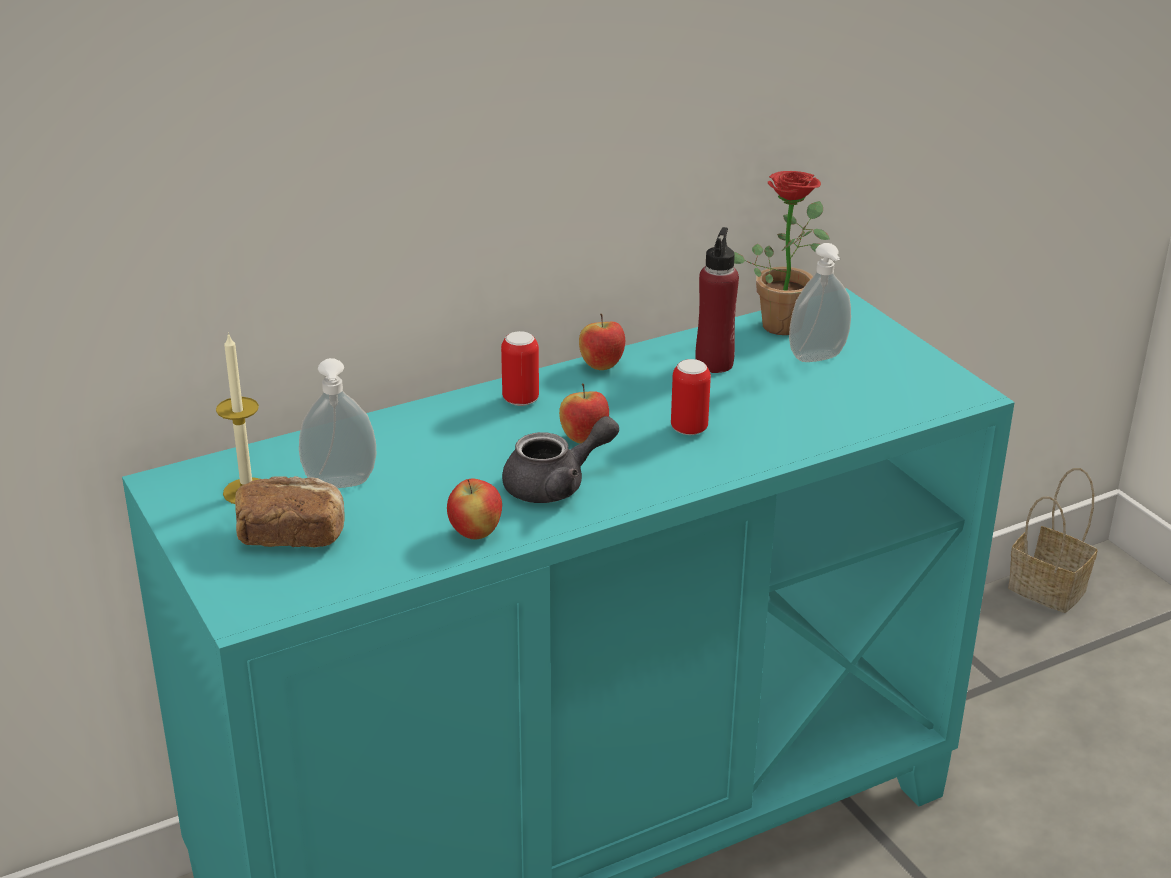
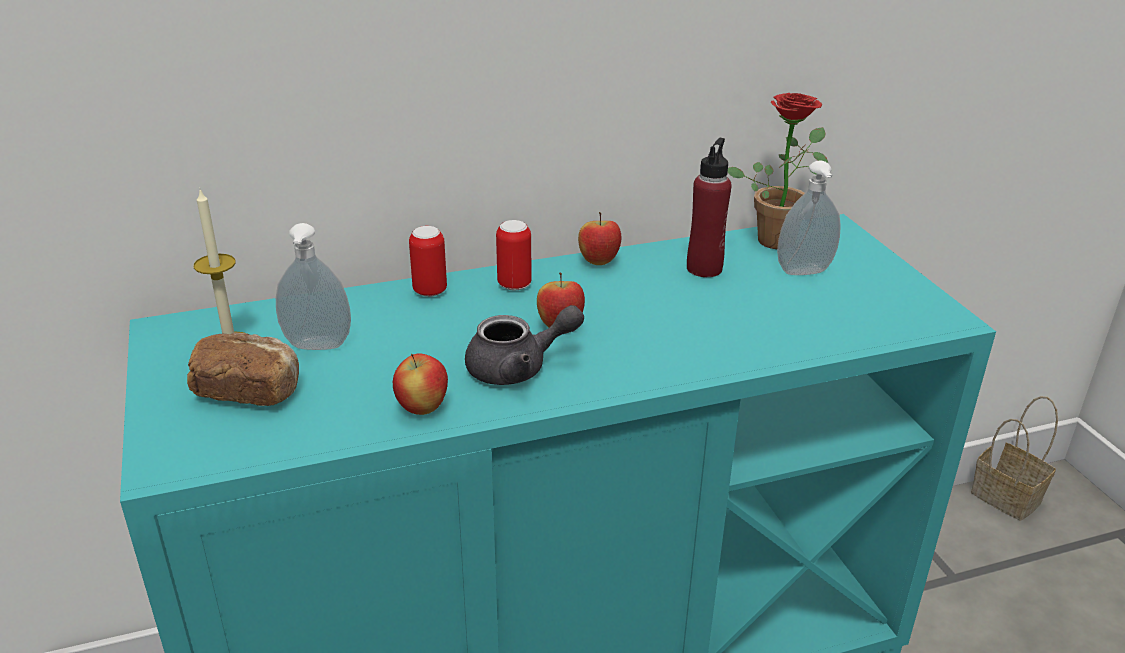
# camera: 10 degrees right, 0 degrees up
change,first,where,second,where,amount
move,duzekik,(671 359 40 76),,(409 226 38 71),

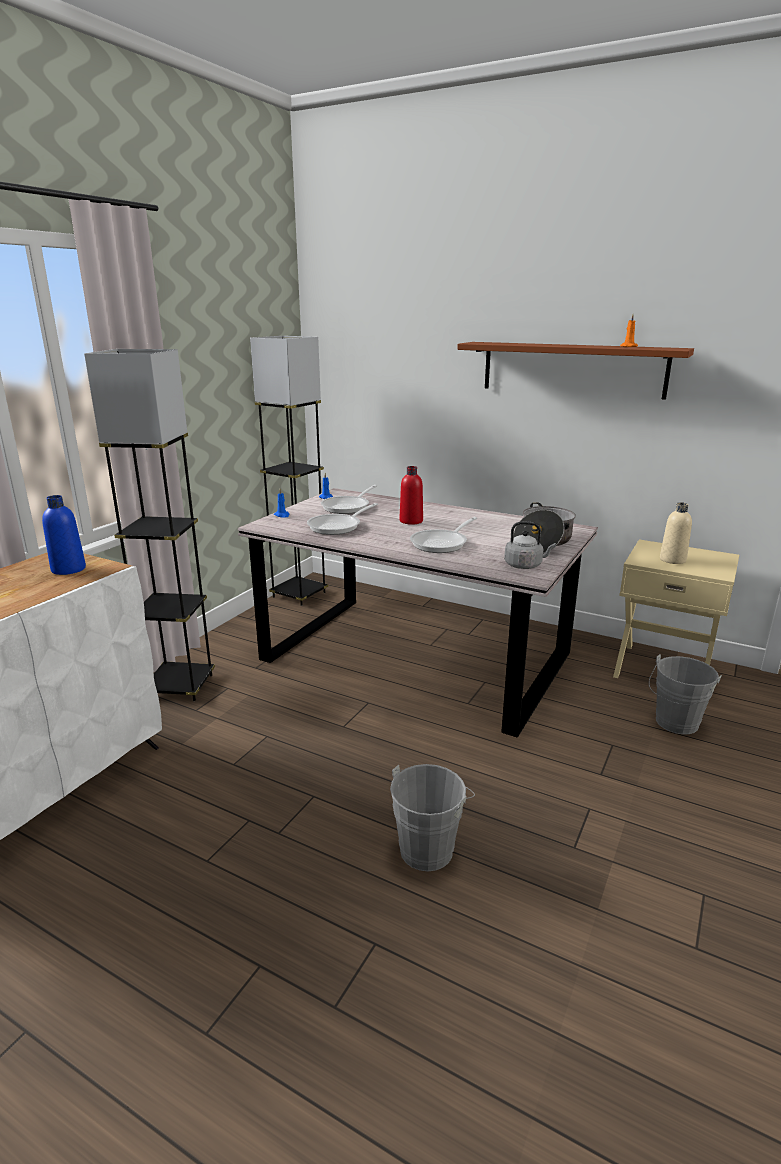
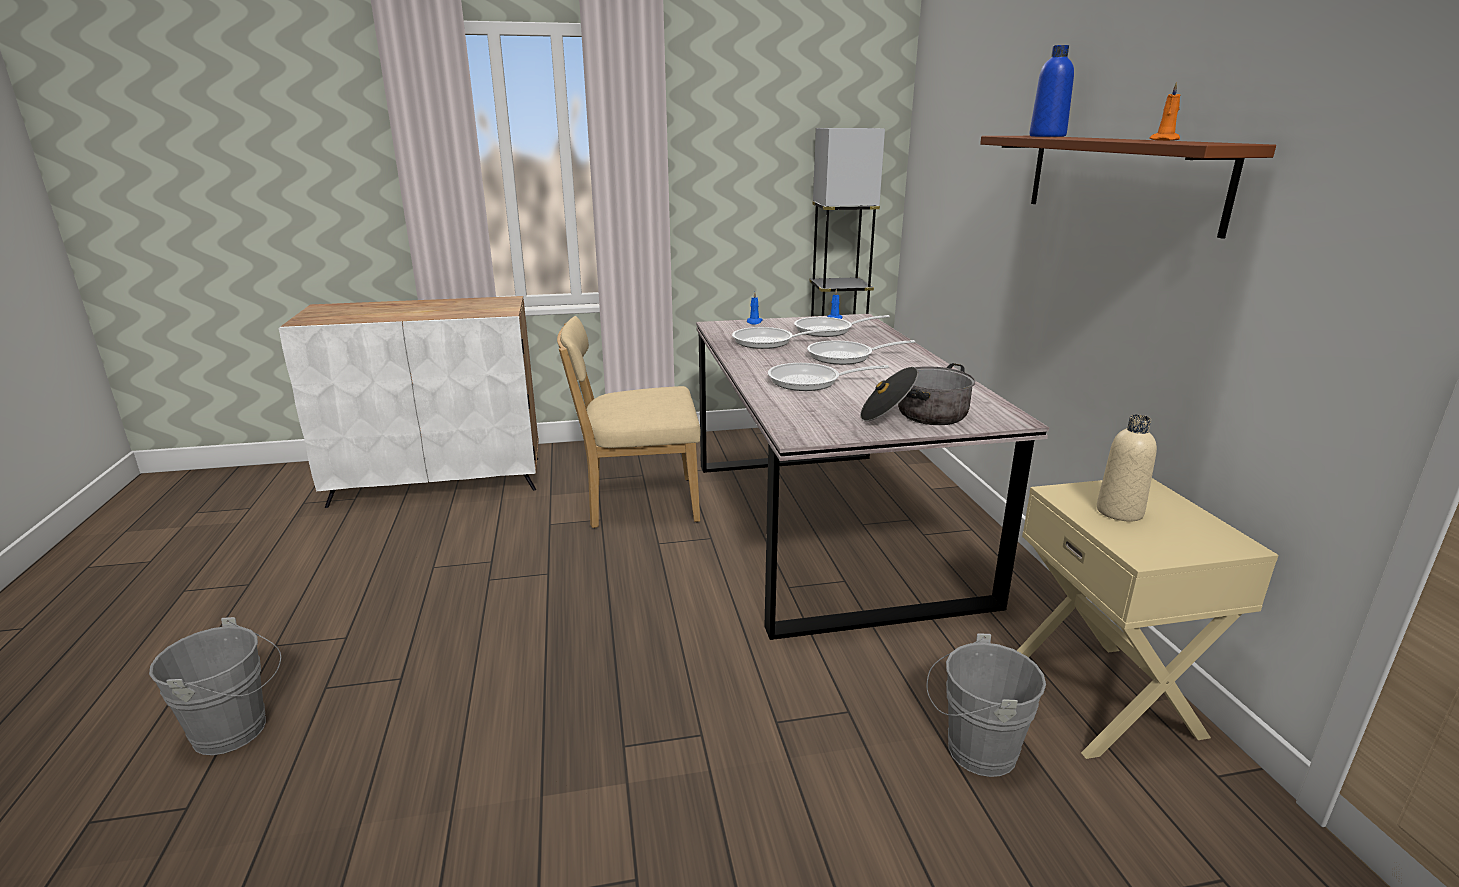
# camera: 50 degrees right, 0 degrees up
change,first,where,second,where,amount
move,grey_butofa,(390 764 85 107),,(149 617 132 138),
insert,,,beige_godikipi,(557 316 144 212),
replace,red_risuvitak,(400 466 23 59),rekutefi,(807 340 108 25),
move,blue_risuvitak,(42 495 44 80),,(1029 45 45 92),
delete,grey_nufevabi,(84 349 131 352),,,
delete,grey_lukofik,(504 521 52 48),,,

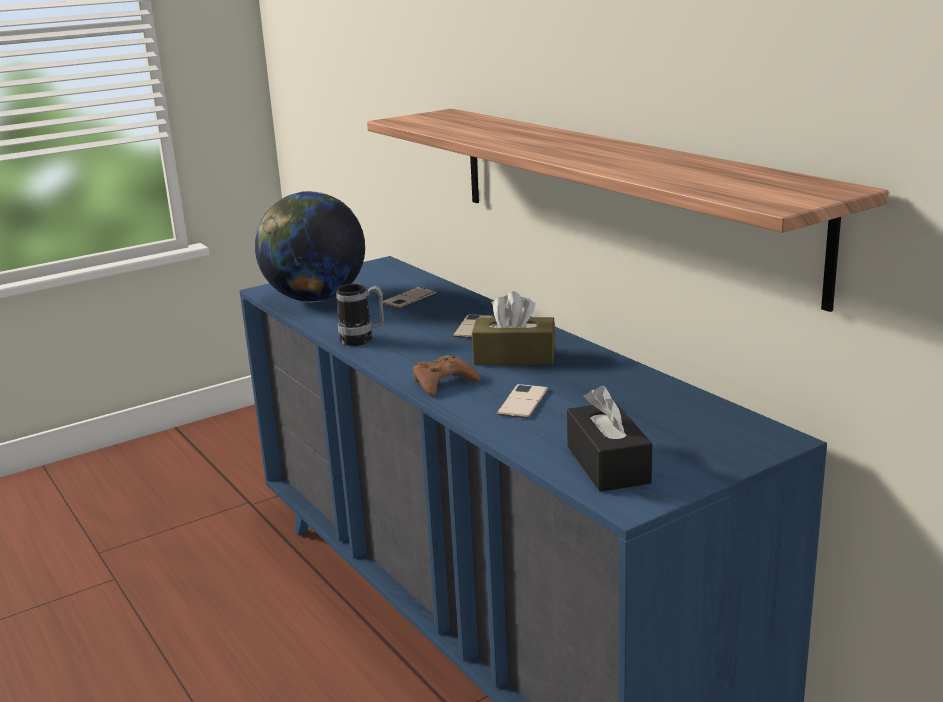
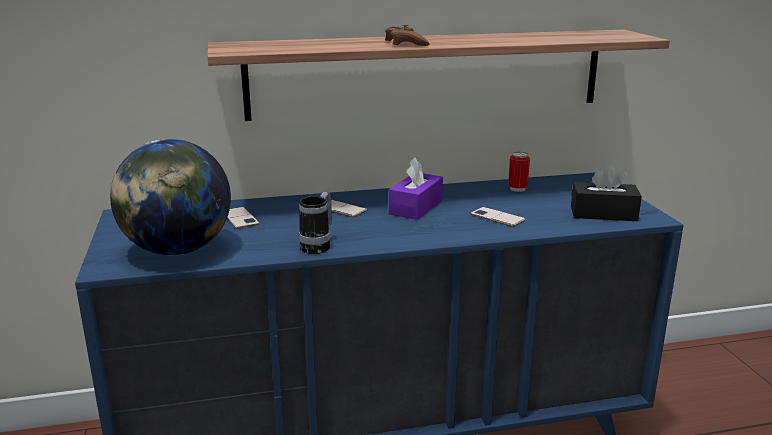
# camera: 70 degrees left, 0 degrees up
change,first,where,second,where,amount
move,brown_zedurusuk,(413 355 68 42),,(385 25 44 21),
recolor,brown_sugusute,(472 291 84 74),purple_sugusute,(389 158 54 62),
insert,,,duzekik,(508 152 22 40),

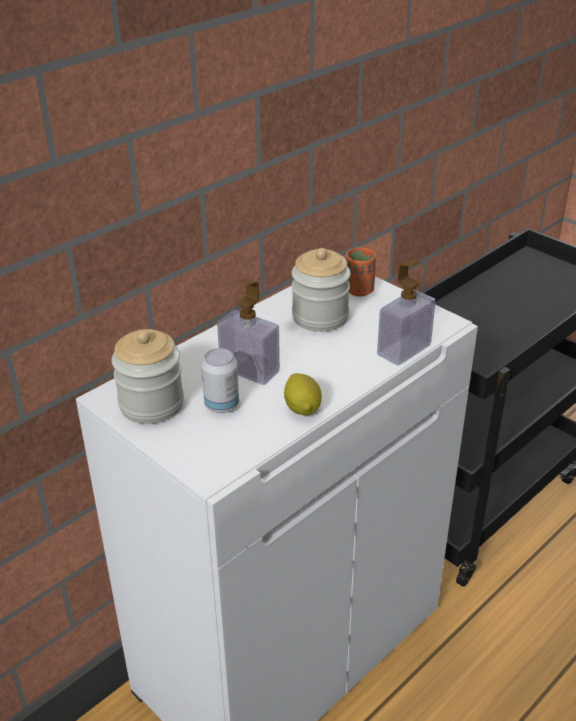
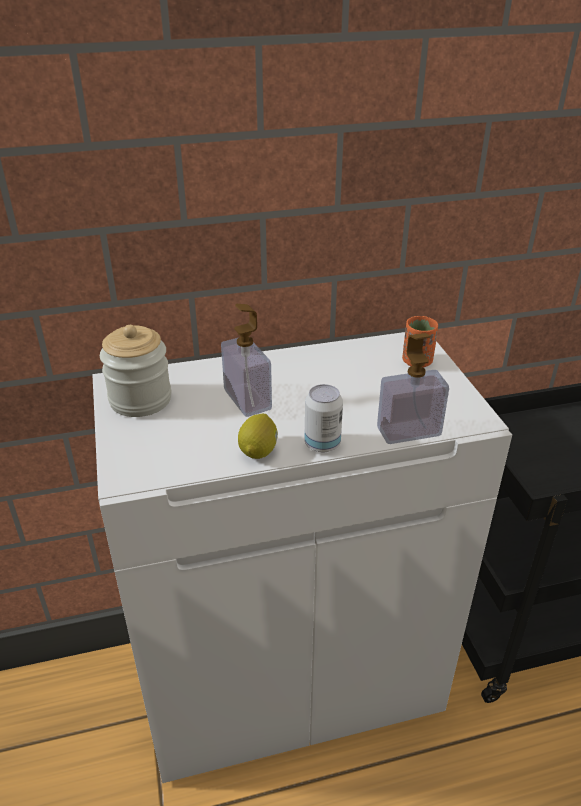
# camera: 30 degrees right, 0 degrees up
change,first,where,second,where,amount
move,duzekik,(201 348 38 65),,(305 384 38 68),
delete,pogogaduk,(292 248 59 84),,,

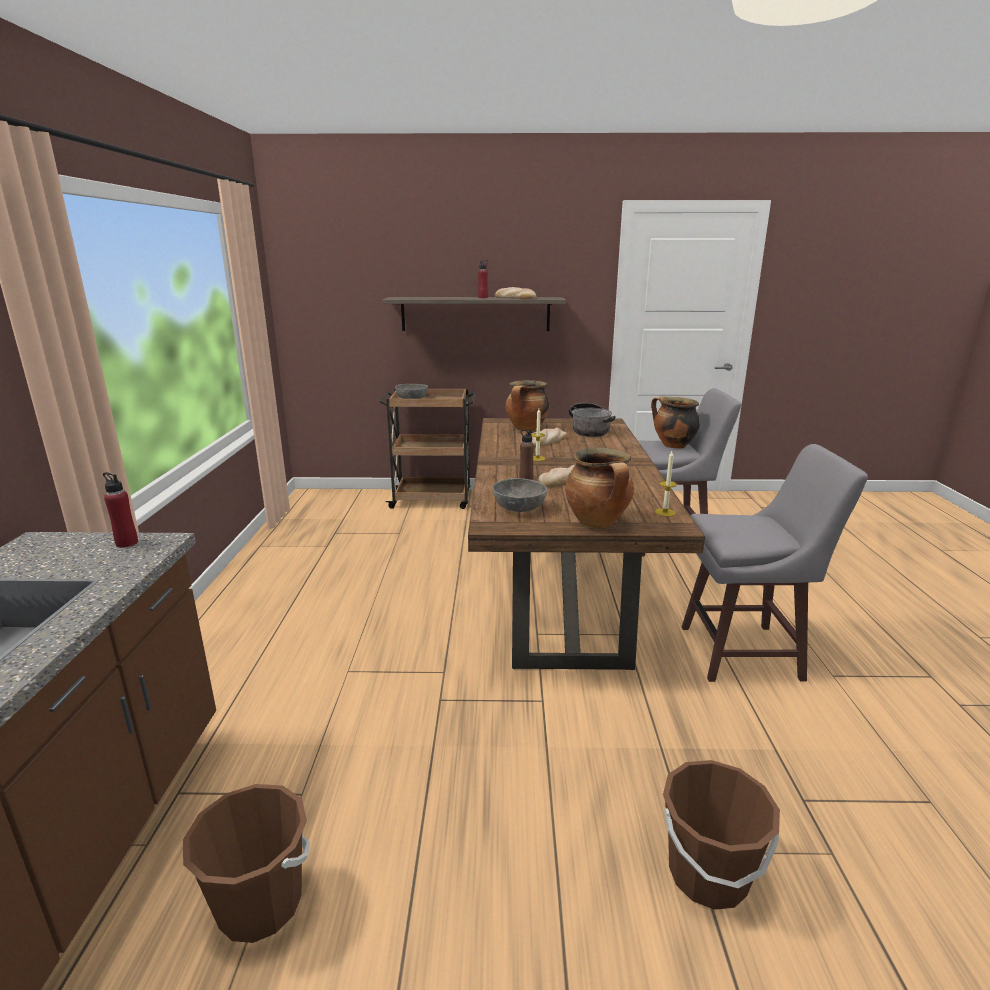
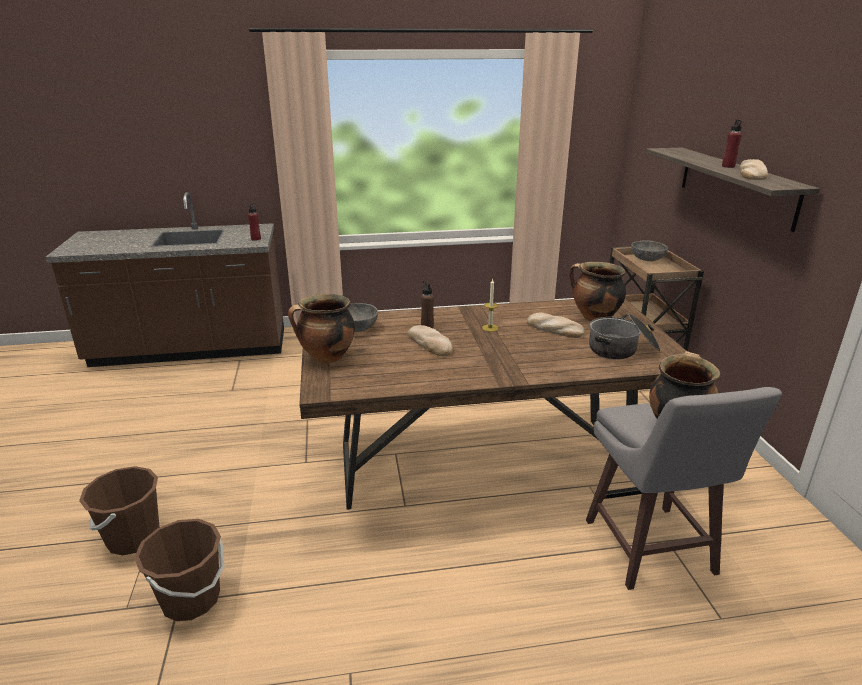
# camera: 80 degrees right, 5 degrees up
change,first,where,second,where,amount
move,brown_butofa,(183 784 127 159),,(134 519 90 102),
delete,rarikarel,(655 451 22 66),,,
delete,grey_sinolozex,(682 444 186 238),,,

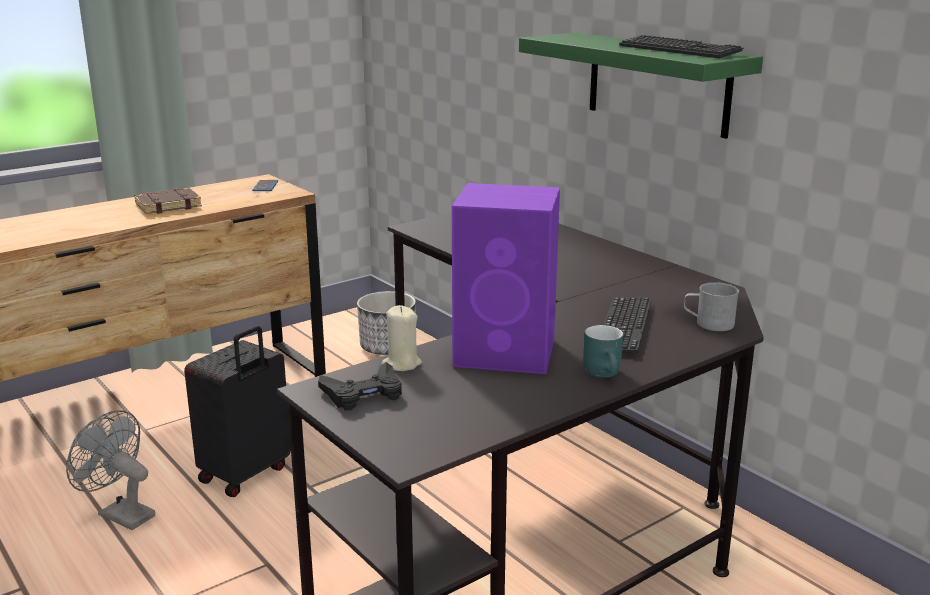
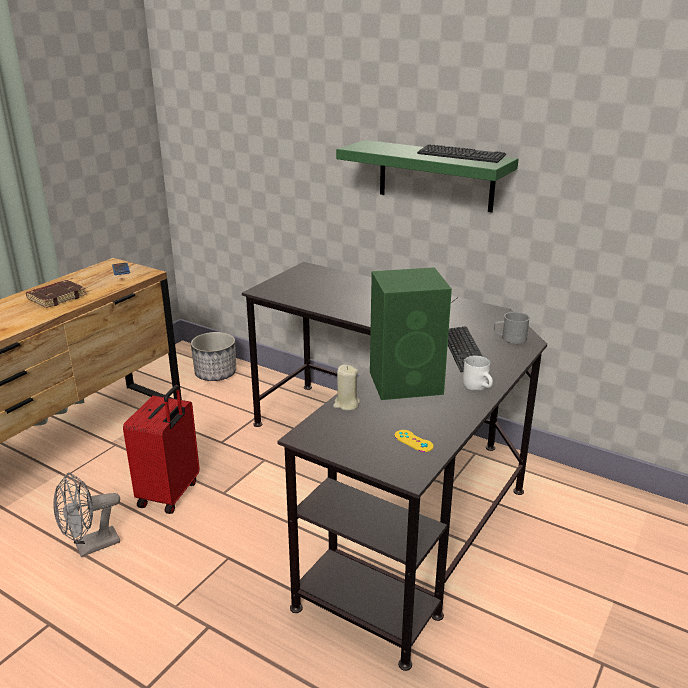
# camera: 20 degrees left, 5 degrees up
change,first,where,second,where,amount
rotate,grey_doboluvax,(66 410 89 120),,(53 472 67 85),45 degrees counterclockwise
recolor,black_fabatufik,(184 326 107 171),red_fabatufik,(123 385 77 129),
recolor,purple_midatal,(452 183 108 191),green_midatal,(370 267 82 133),
insert,,,yellow_zedurusuk,(394 430 39 22),
recolor,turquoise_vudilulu,(583 325 40 53),white_vudilulu,(463 356 30 35),
delete,black_zedurusuk,(318 362 84 48),,,

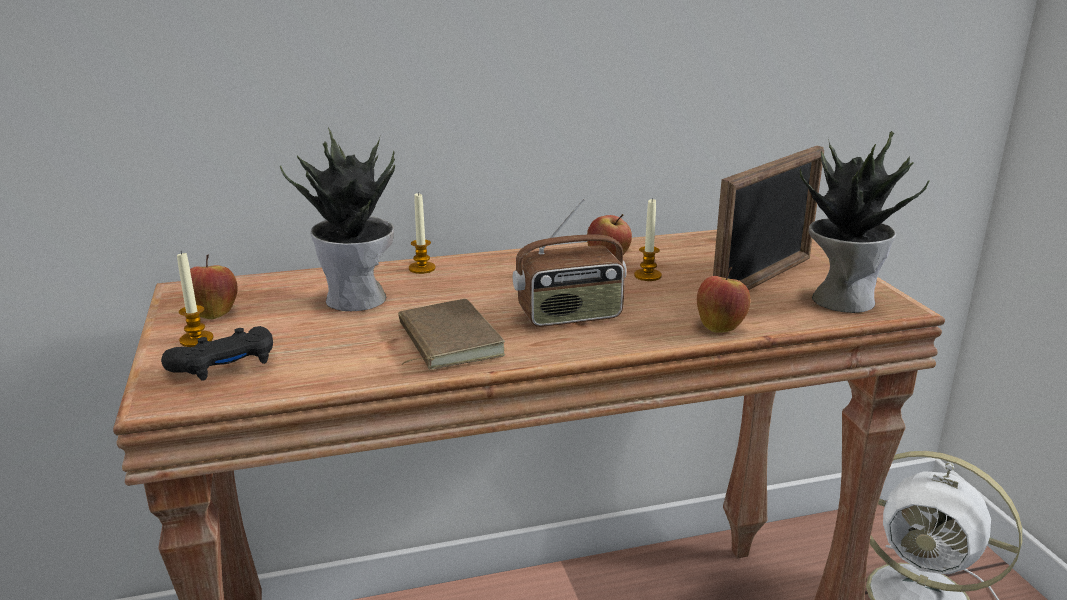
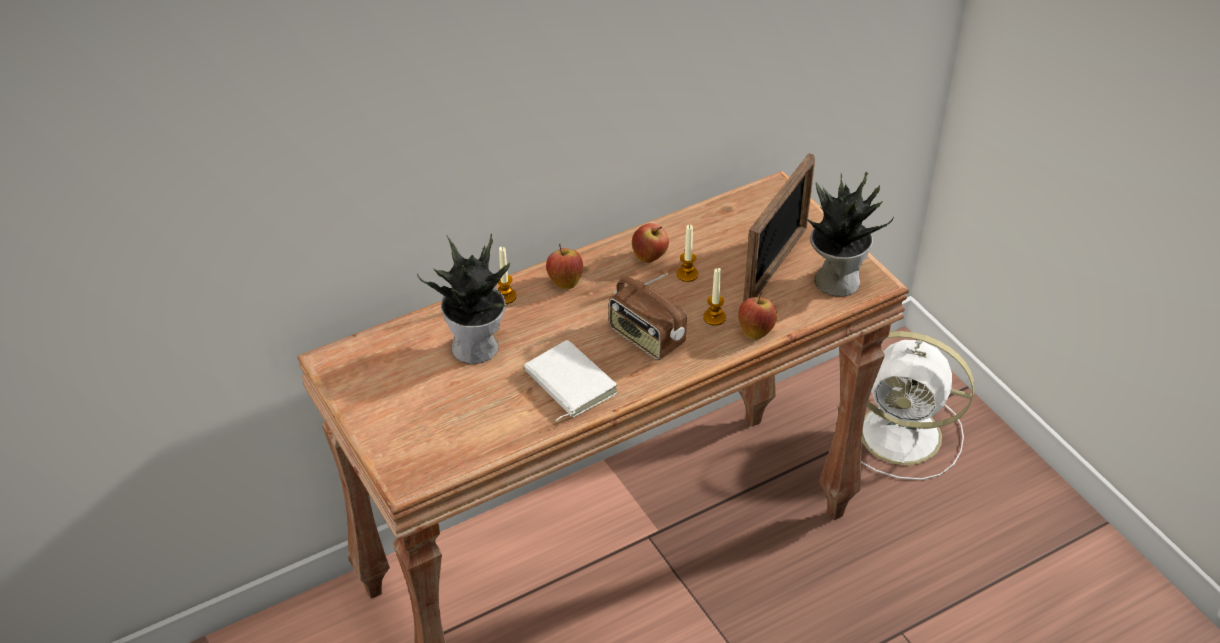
# camera: 15 degrees left, 20 degrees up
change,first,where,second,where,amount
recolor,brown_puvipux,(398 299 107 71),white_puvipux,(524 340 94 81),
move,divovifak,(190 254 47 65),,(546 244 37 45),
rotate,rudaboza,(513 198 114 129),,(609 273 78 87),75 degrees clockwise
move,rarikarel,(177 251 37 96),,(703 268 23 58),
delete,black_zedurusuk,(161 326 112 55),,,

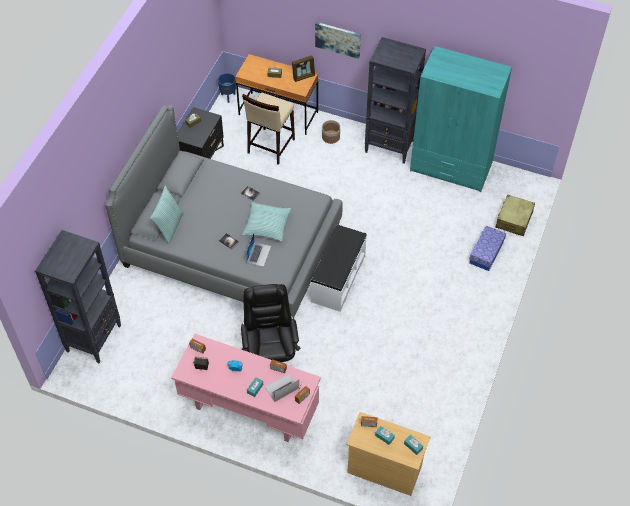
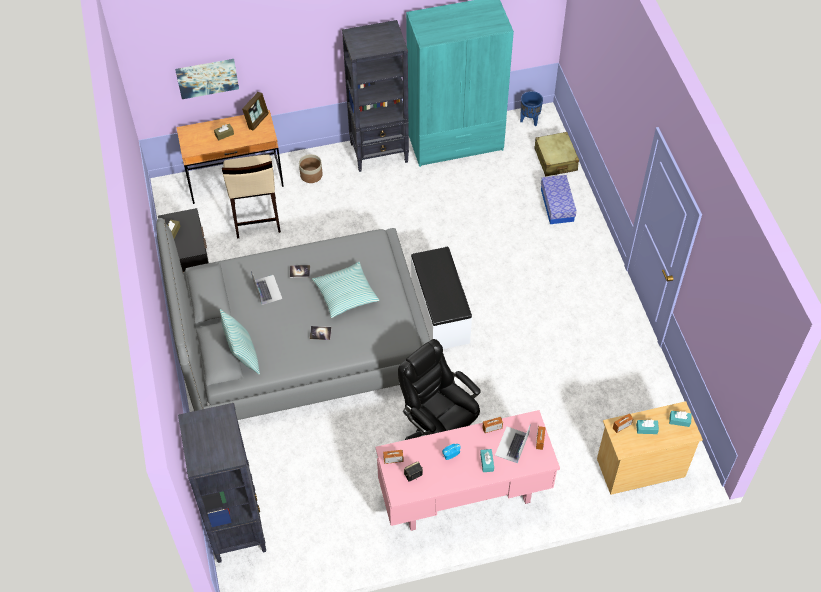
# camera: 35 degrees left, 0 degrees up
change,first,where,second,where,amount
move,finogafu,(315 22 46 37),,(175 59 64 40),
move,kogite,(246 233 25 34),,(251 270 31 35),
move,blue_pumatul,(218 73 18 30),,(520 91 23 35),

